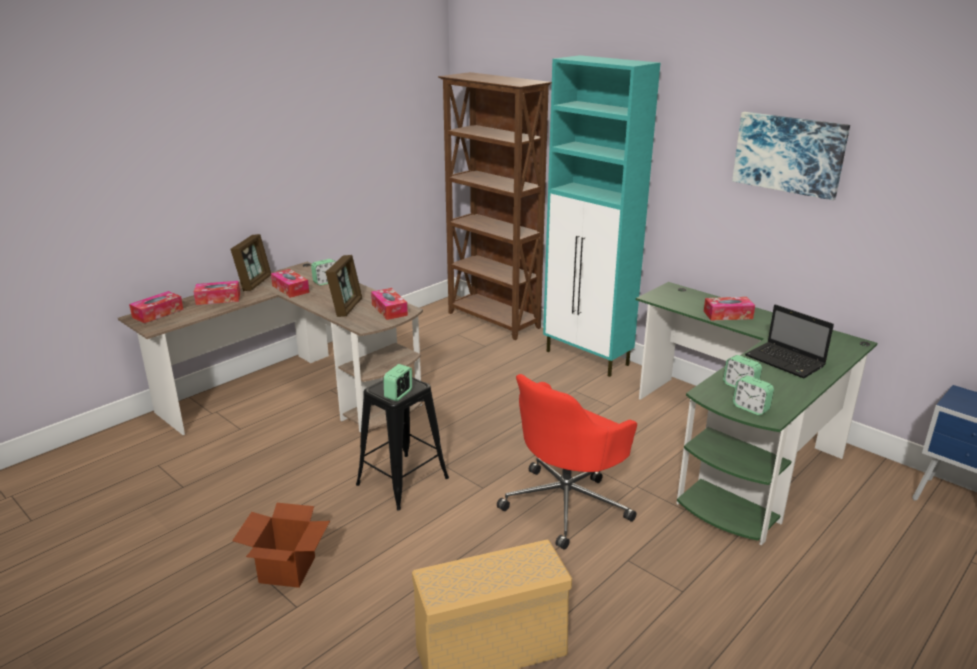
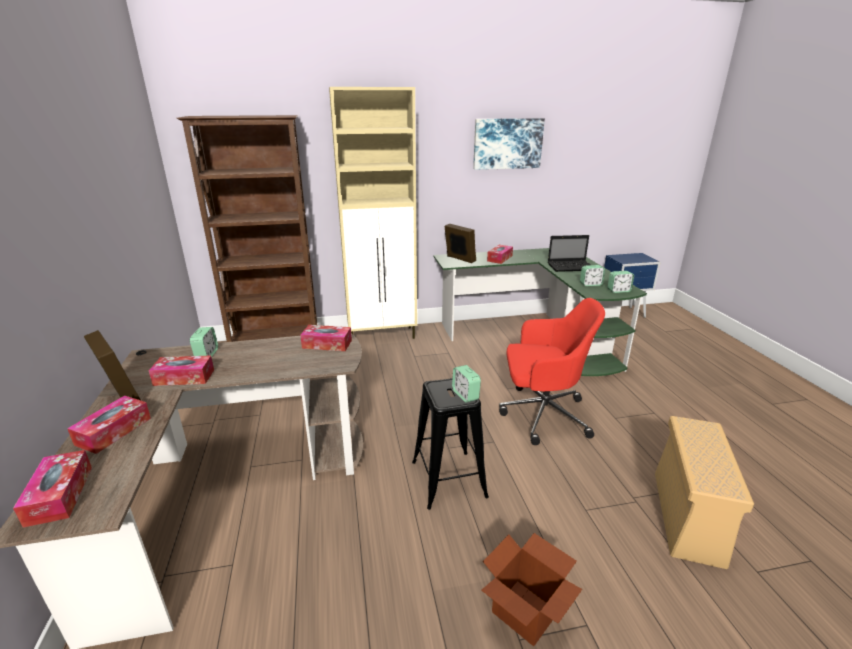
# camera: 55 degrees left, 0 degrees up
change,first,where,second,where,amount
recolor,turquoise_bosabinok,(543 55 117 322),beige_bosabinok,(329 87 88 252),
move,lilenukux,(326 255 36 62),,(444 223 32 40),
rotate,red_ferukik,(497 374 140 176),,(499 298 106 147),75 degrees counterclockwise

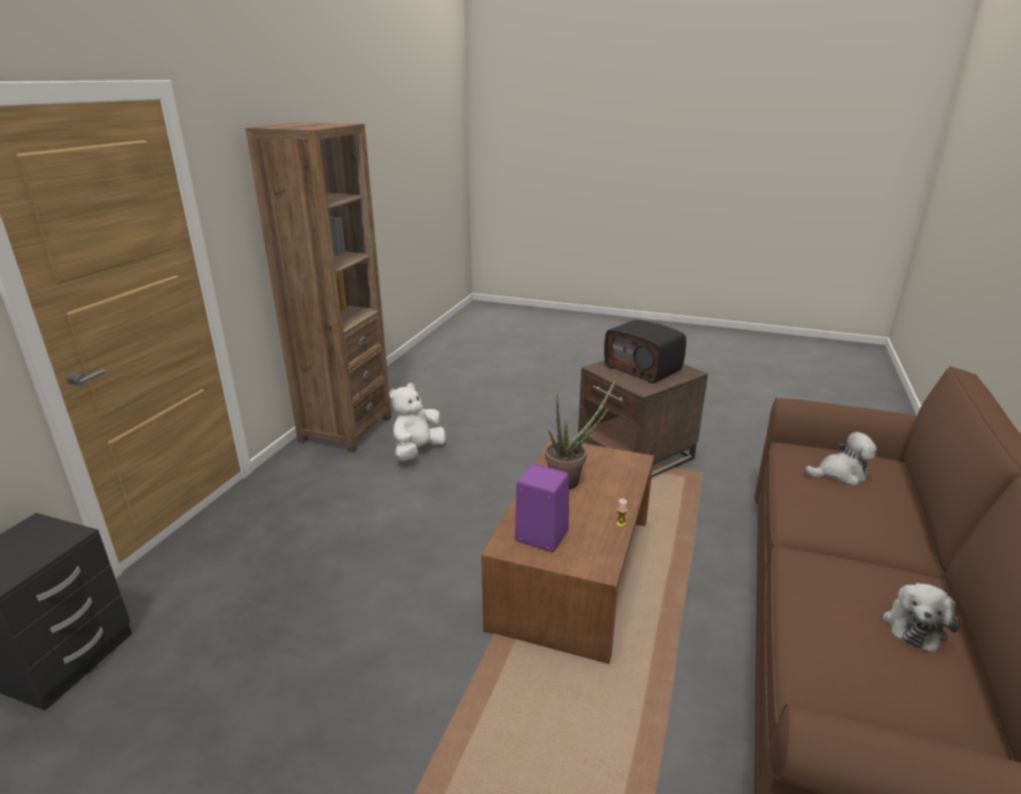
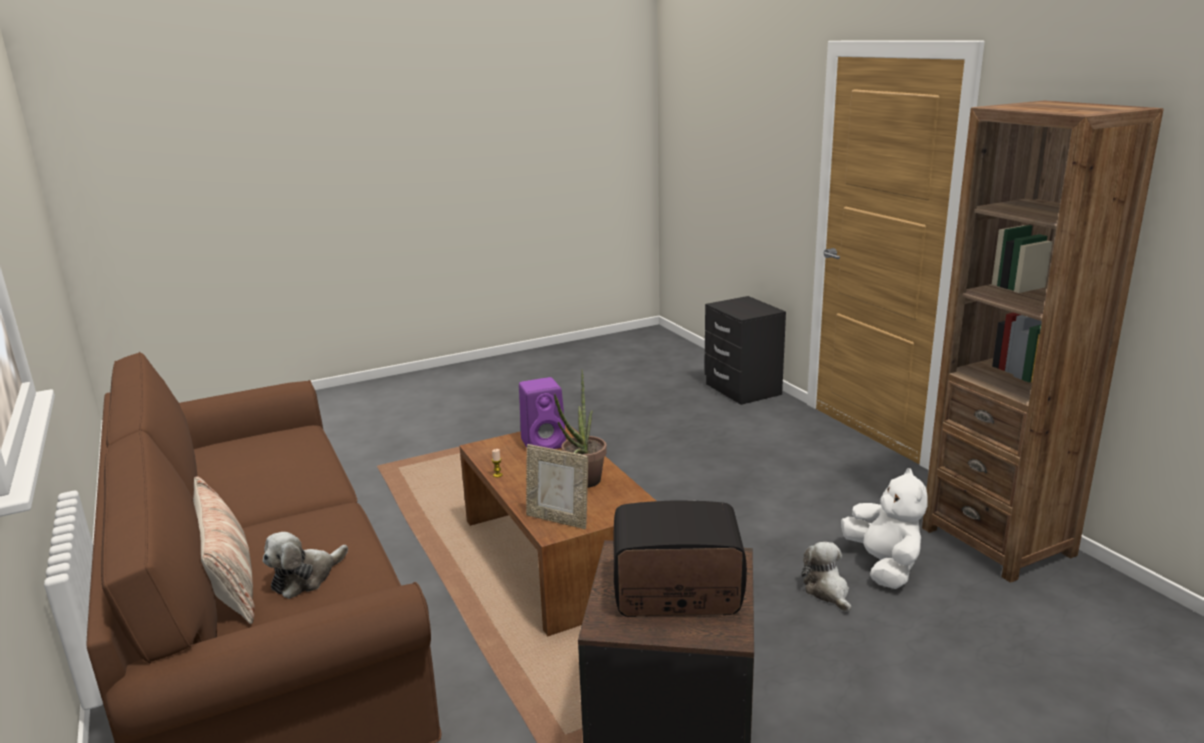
# camera: 135 degrees right, 5 degrees down
change,first,where,second,where,amount
insert,,,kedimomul,(193 476 62 148),
insert,,,lilenukux,(526 444 62 85),
move,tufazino,(882 583 78 70),,(801 542 50 70),

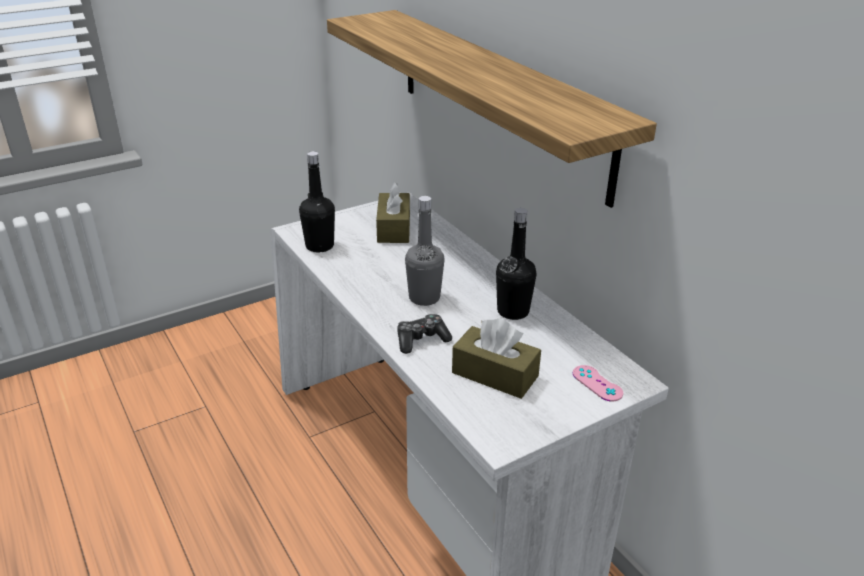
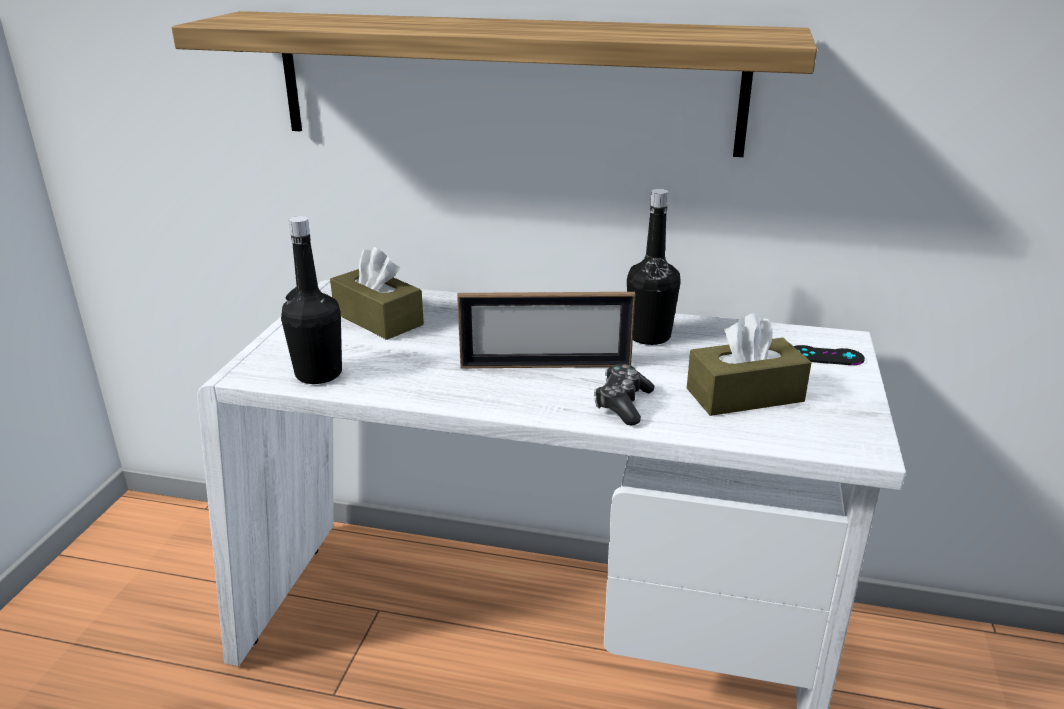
# camera: 45 degrees left, 5 degrees down
change,first,where,second,where,amount
replace,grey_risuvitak,(405 196 39 110),lilenukux,(457 292 179 76),
recolor,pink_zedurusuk,(573 365 50 37),black_zedurusuk,(794 345 71 20),

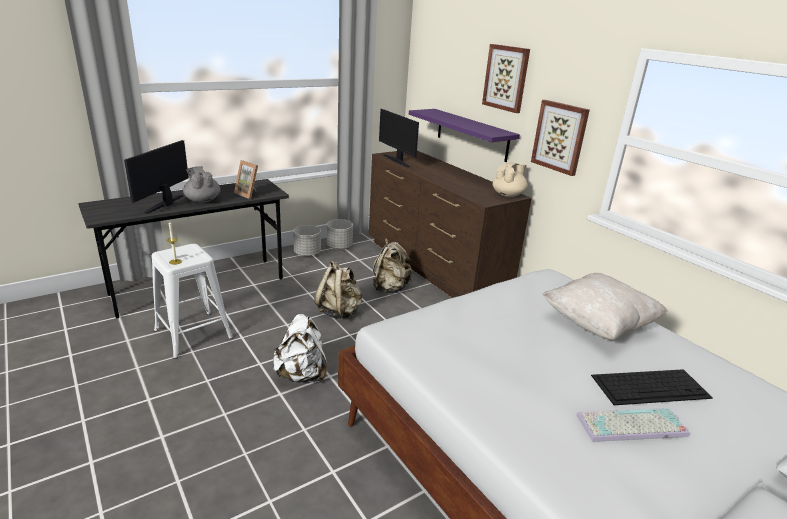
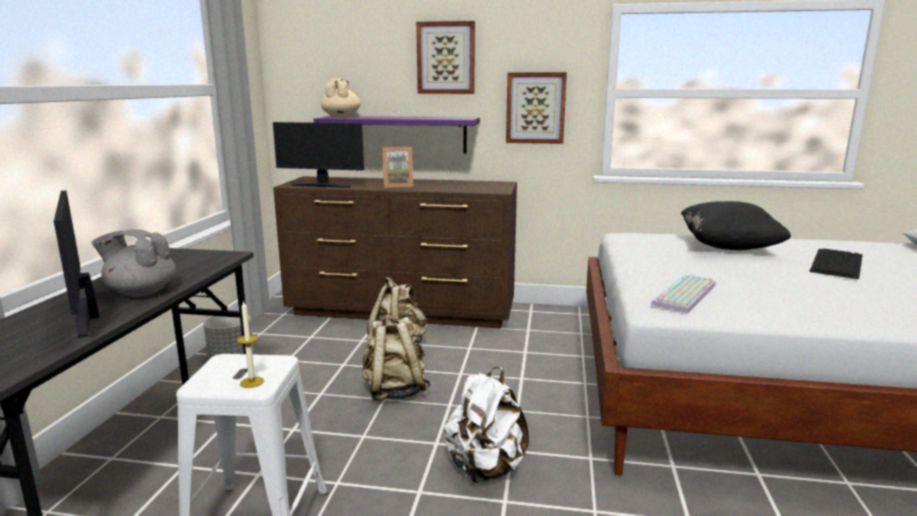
# camera: 45 degrees left, 10 degrees down
change,first,where,second,where,amount
move,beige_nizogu,(493 162 35 35),,(321 78 39 39),
move,lilenukux,(234 160 24 39),,(382 147 31 41),
move,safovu,(576 408 114 34),,(651 274 65 39),
recolor,beige_kedimomul,(543 273 125 67),black_kedimomul,(681 201 110 49),
delete,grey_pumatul,(326 219 27 30),,,

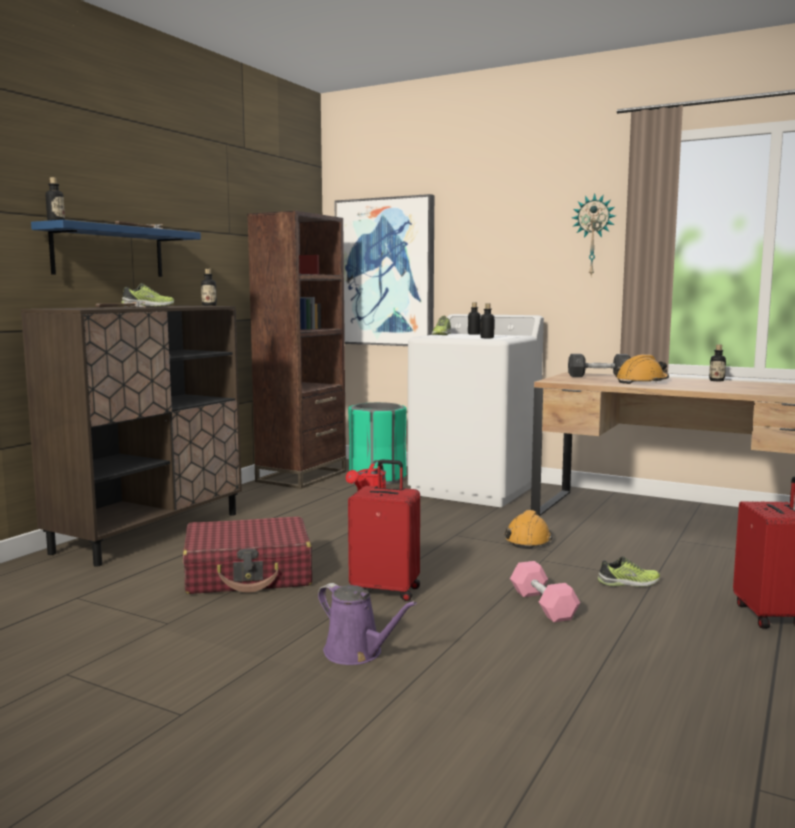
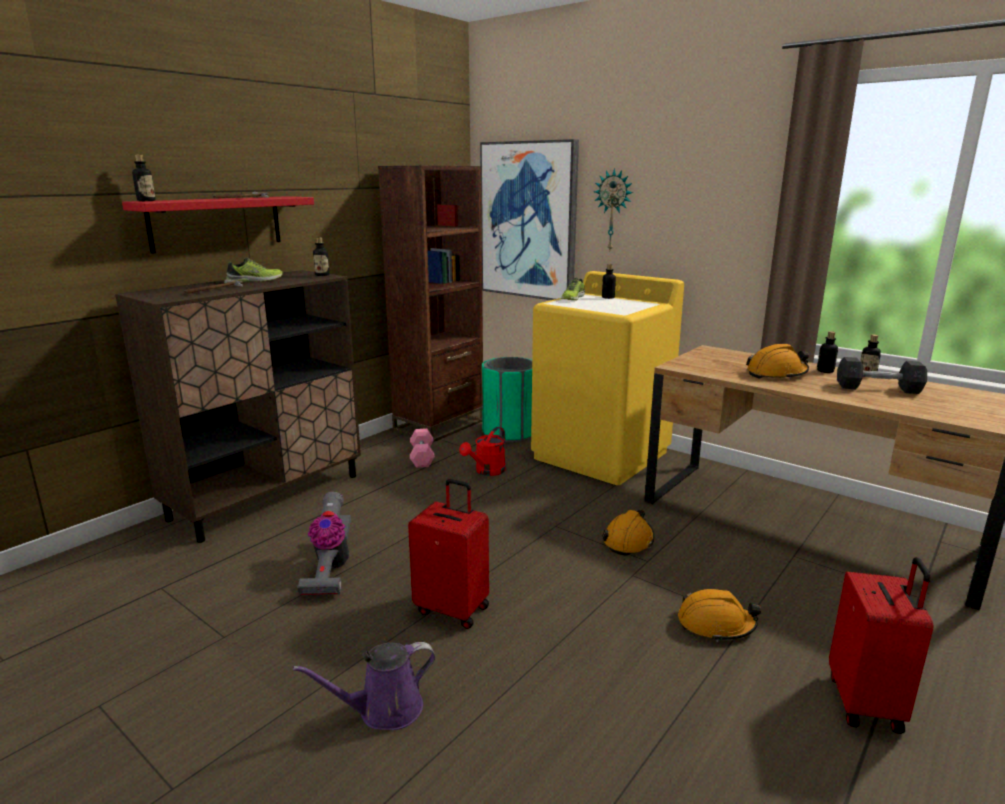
# camera: 10 degrees right, 10 degrees up
change,first,where,second,where,amount
recolor,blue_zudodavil,(31 220 170 57),red_zudodavil,(122 196 192 58),
rotate,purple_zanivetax,(318 583 99 82),,(293 642 142 88),105 degrees clockwise
replace,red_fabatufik,(183 517 129 77),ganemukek,(297 492 54 104),
move,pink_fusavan,(510 561 70 61),,(410 429 25 39),
recolor,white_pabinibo,(408 314 136 193),yellow_pabinibo,(531 271 153 214),
move,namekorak,(572 193 44 83),,(594 168 39 82),
replace,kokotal,(598 556 62 31),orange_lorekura,(678 589 83 53),
move,risuvitak,(480 304 15 34),,(817 331 21 42),
move,grey_fusavan,(568 354 63 23),,(837 357 90 37),

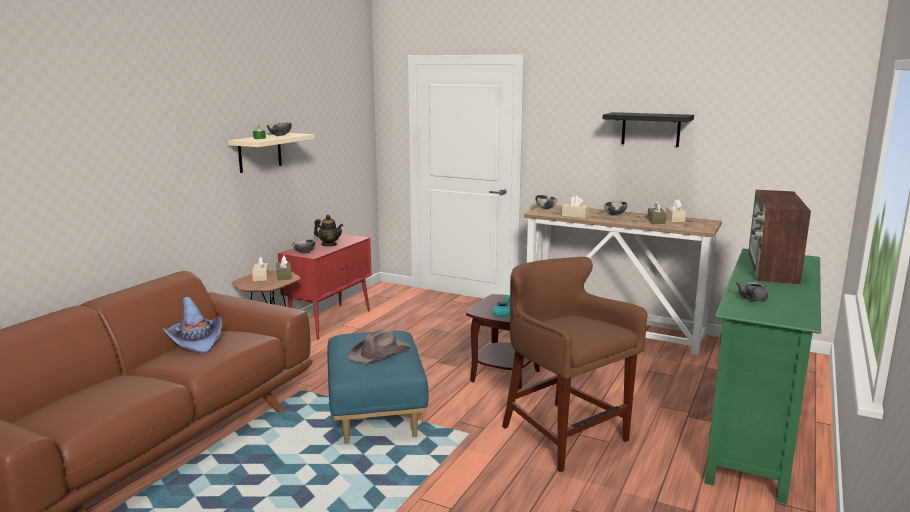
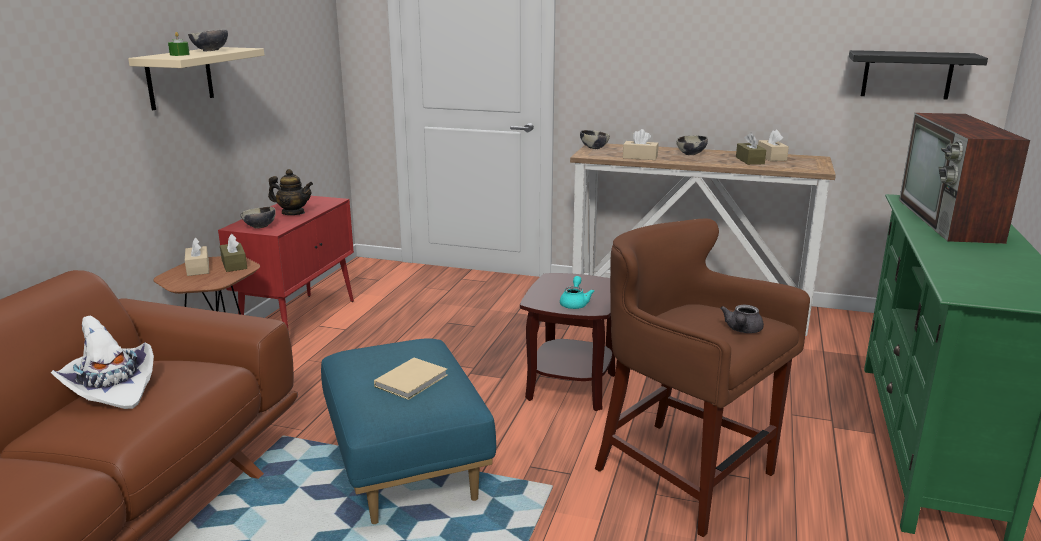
# camera: 10 degrees left, 5 degrees up
change,first,where,second,where,amount
recolor,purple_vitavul,(162 297 60 57),white_vitavul,(51 315 103 94),
replace,brown_vitavul,(348 328 63 35),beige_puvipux,(374 358 74 42),
move,grey_nizogu,(736 282 32 19),,(720 305 44 28),
move,black_zudodavil,(603 112 91 35),,(849 50 139 49),

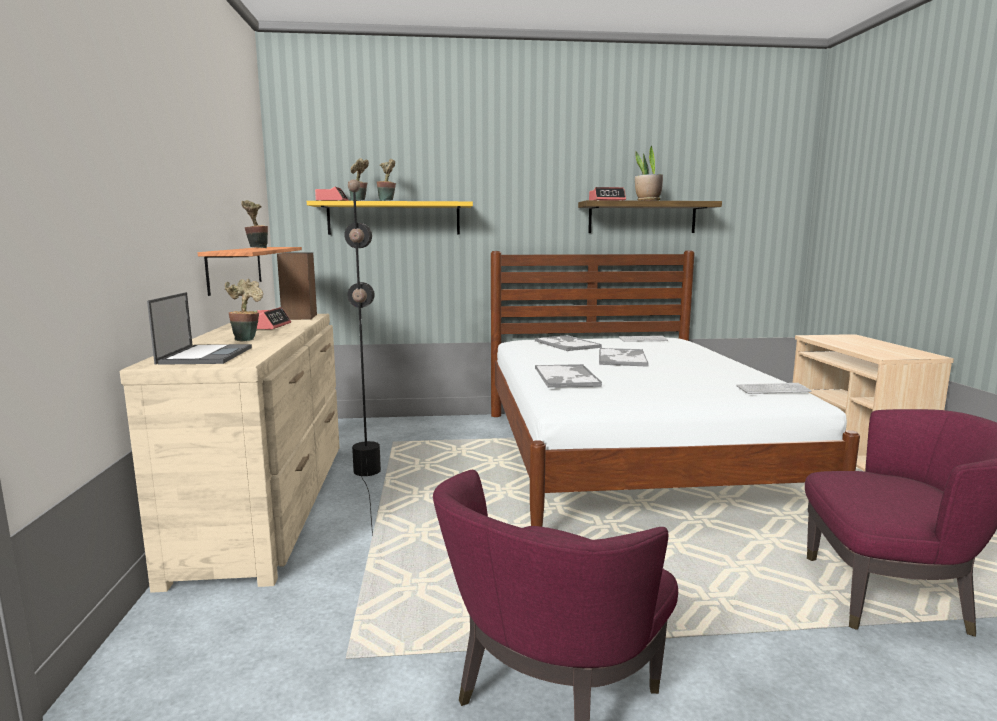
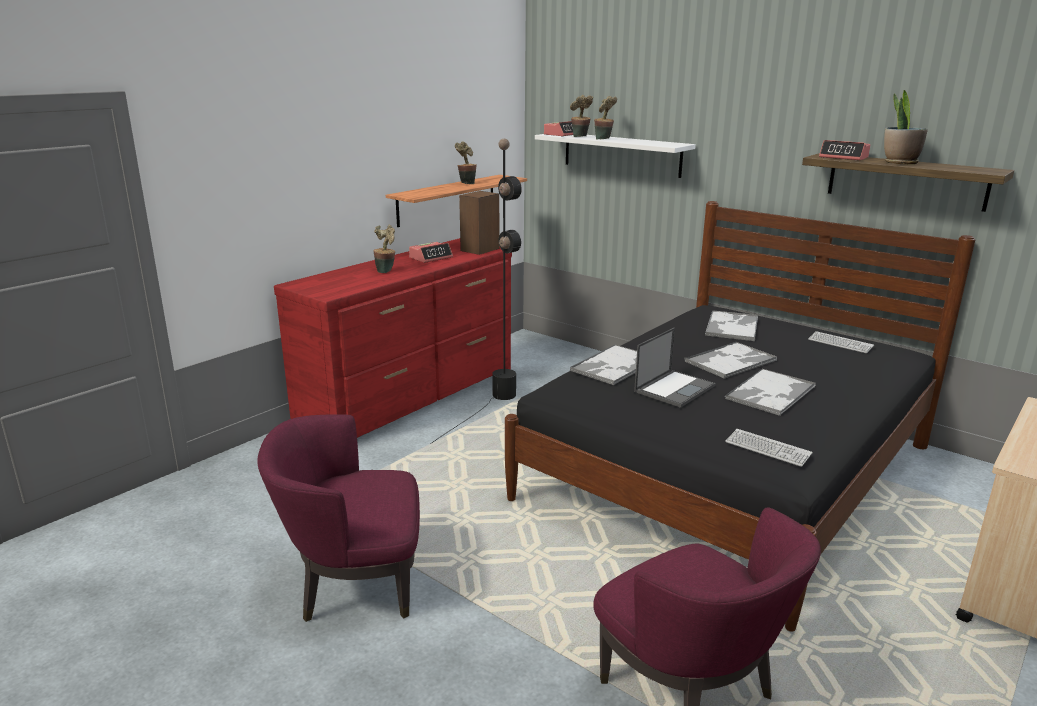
# camera: 45 degrees right, 10 degrees up
change,first,where,second,where,amount
recolor,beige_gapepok,(120 314 220 279),red_gapepok,(274 238 238 200),
recolor,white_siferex,(491 250 369 277),black_siferex,(505 201 470 431),
recolor,yellow_zudodavil,(307 201 166 34),white_zudodavil,(535 134 161 44),
move,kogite,(147 292 105 73),,(634 328 81 80),
insert,,,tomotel,(725 368 91 48),

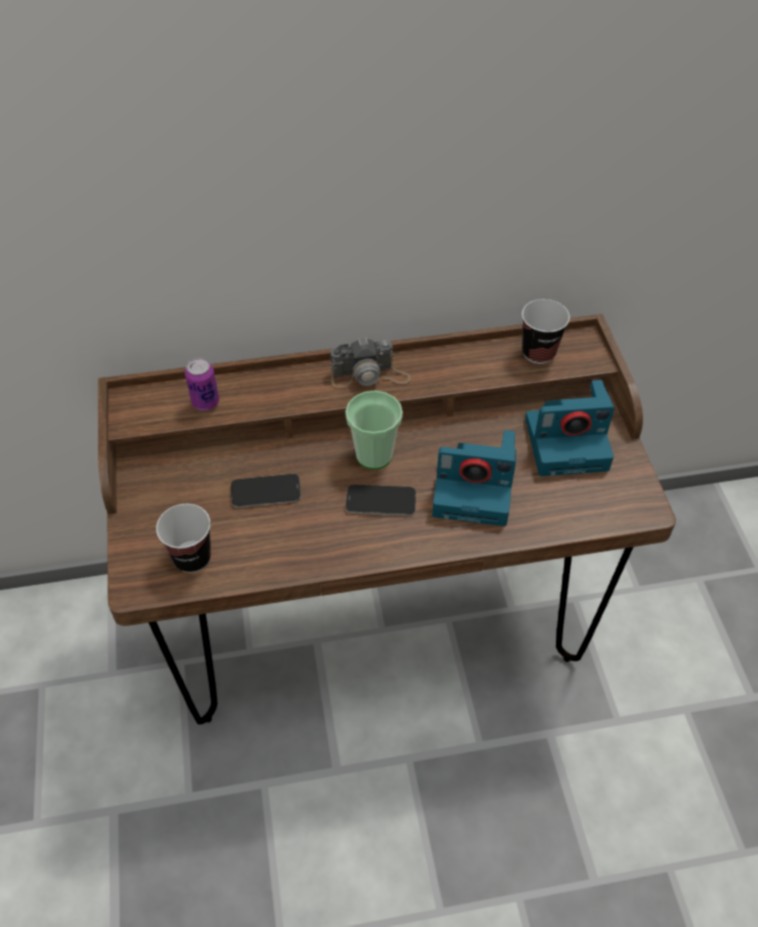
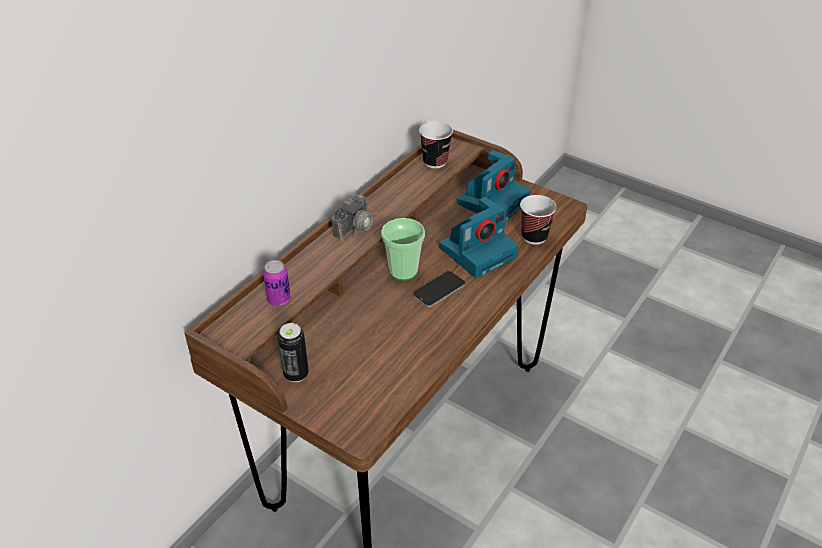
# camera: 45 degrees left, 10 degrees down
change,first,where,second,where,amount
insert,,,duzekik,(278 323 31 59),
move,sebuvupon,(156 504 55 69),,(520 195 37 50),
delete,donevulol,(231 474 70 34),,,

